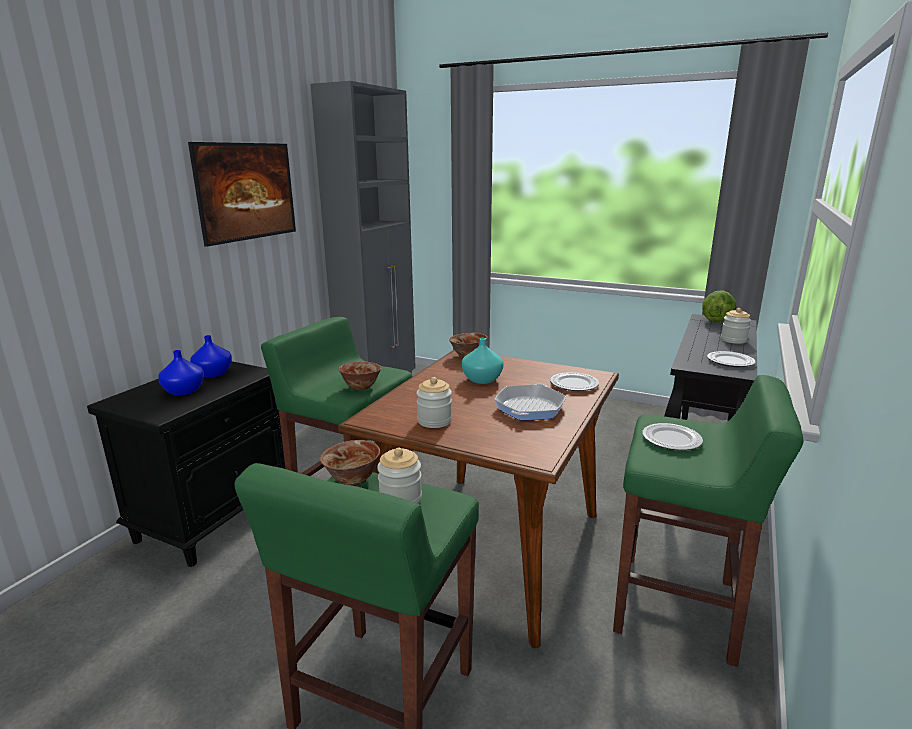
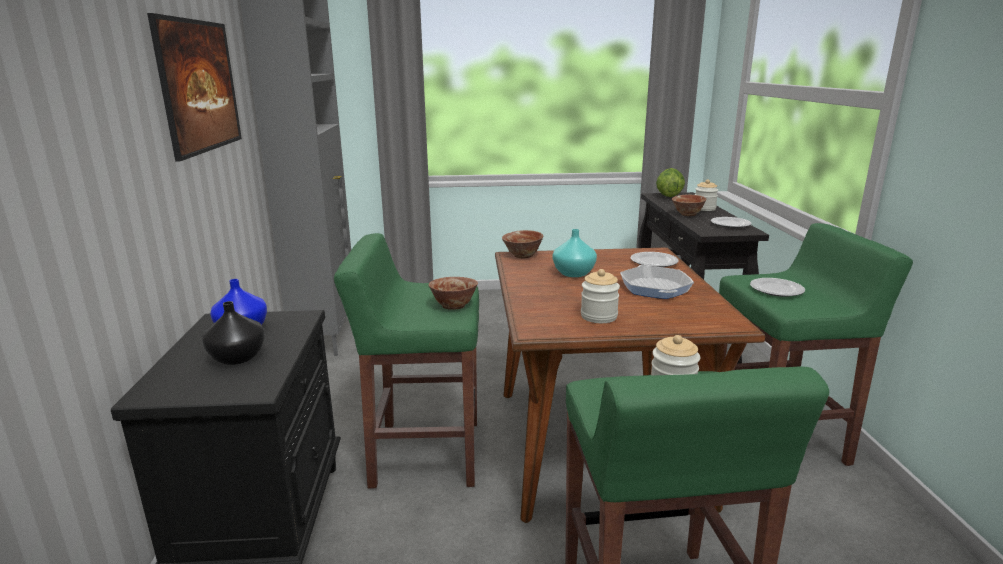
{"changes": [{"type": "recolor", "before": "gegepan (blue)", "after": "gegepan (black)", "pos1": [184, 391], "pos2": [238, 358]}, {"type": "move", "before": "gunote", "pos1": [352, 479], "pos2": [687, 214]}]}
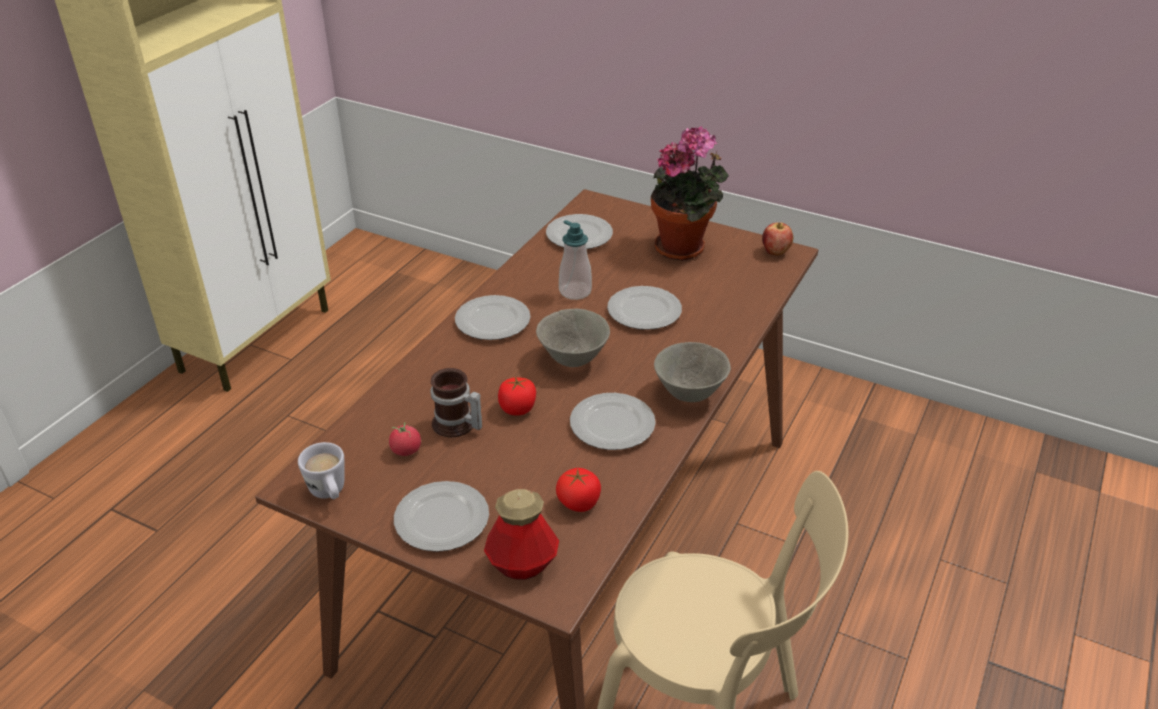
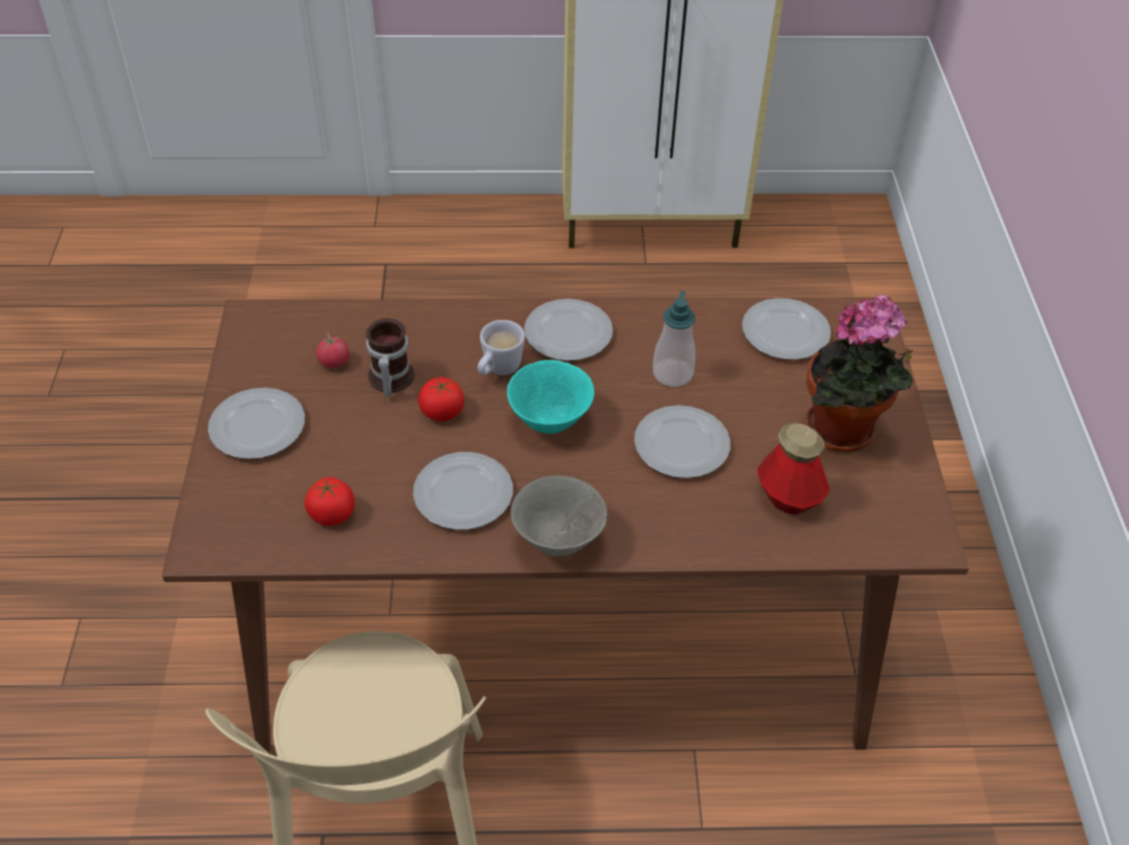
{"changes": [{"type": "delete", "before": "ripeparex", "pos1": [775, 252]}, {"type": "recolor", "before": "gunote (grey)", "after": "gunote (turquoise)", "pos1": [573, 360], "pos2": [549, 421]}, {"type": "move", "before": "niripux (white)", "pos1": [329, 494], "pos2": [498, 370]}, {"type": "move", "before": "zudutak", "pos1": [522, 564], "pos2": [788, 497]}]}
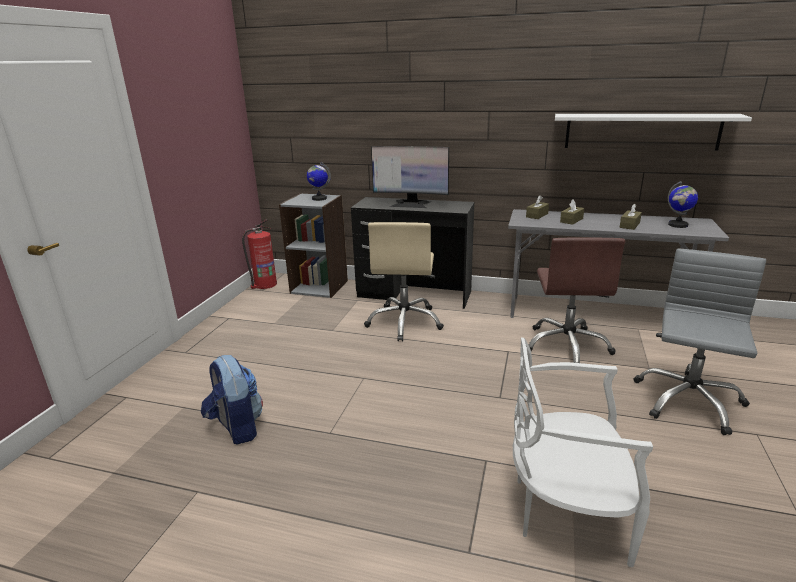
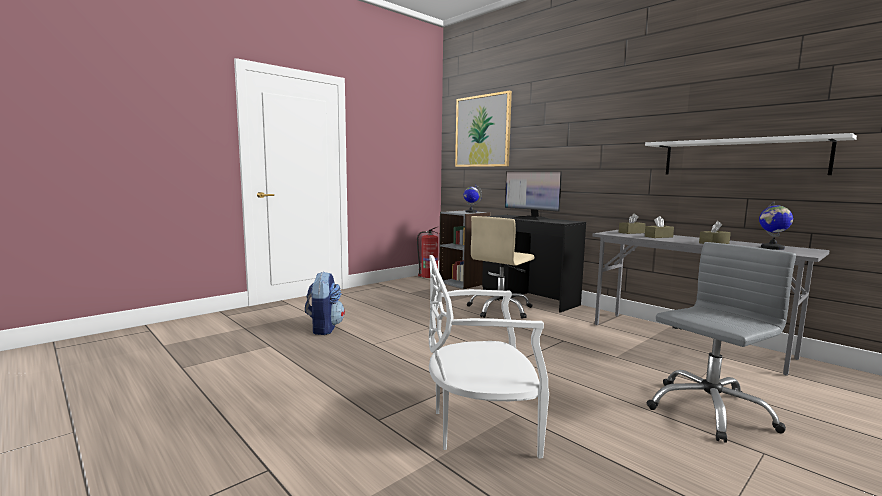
{"changes": [{"type": "delete", "before": "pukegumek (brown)", "pos1": [567, 346]}, {"type": "rotate", "before": "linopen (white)", "pos1": [565, 510], "pos2": [480, 427], "turn": -45}, {"type": "insert", "after": "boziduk", "pos2": [482, 131]}]}
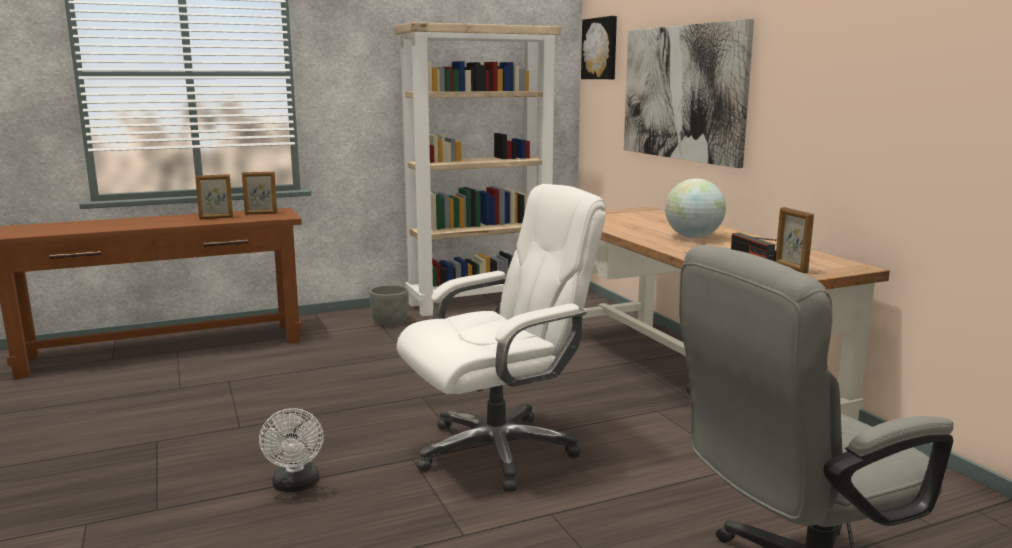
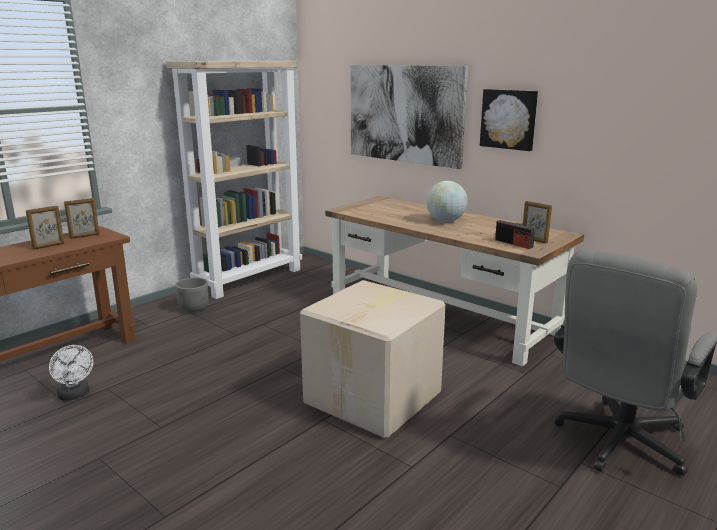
{"changes": [{"type": "move", "before": "boziduk", "pos1": [601, 48], "pos2": [509, 119]}, {"type": "replace", "before": "pukegumek (white)", "after": "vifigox", "pos1": [497, 450], "pos2": [375, 398]}, {"type": "move", "before": "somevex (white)", "pos1": [296, 486], "pos2": [75, 395]}]}
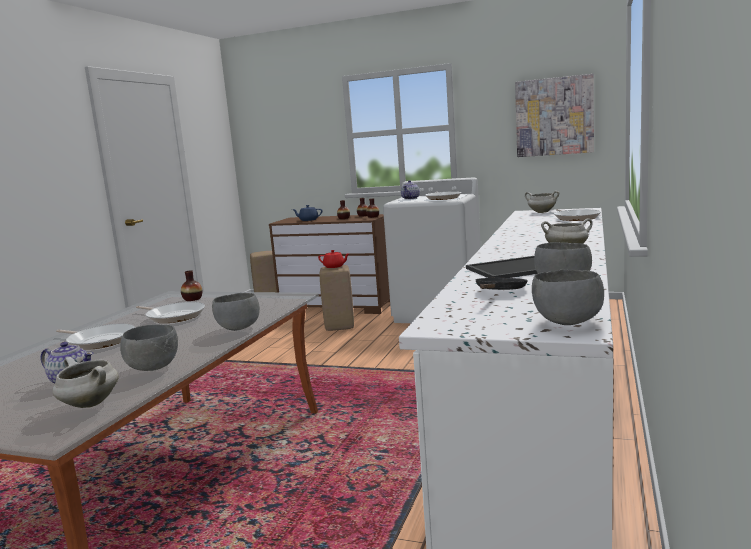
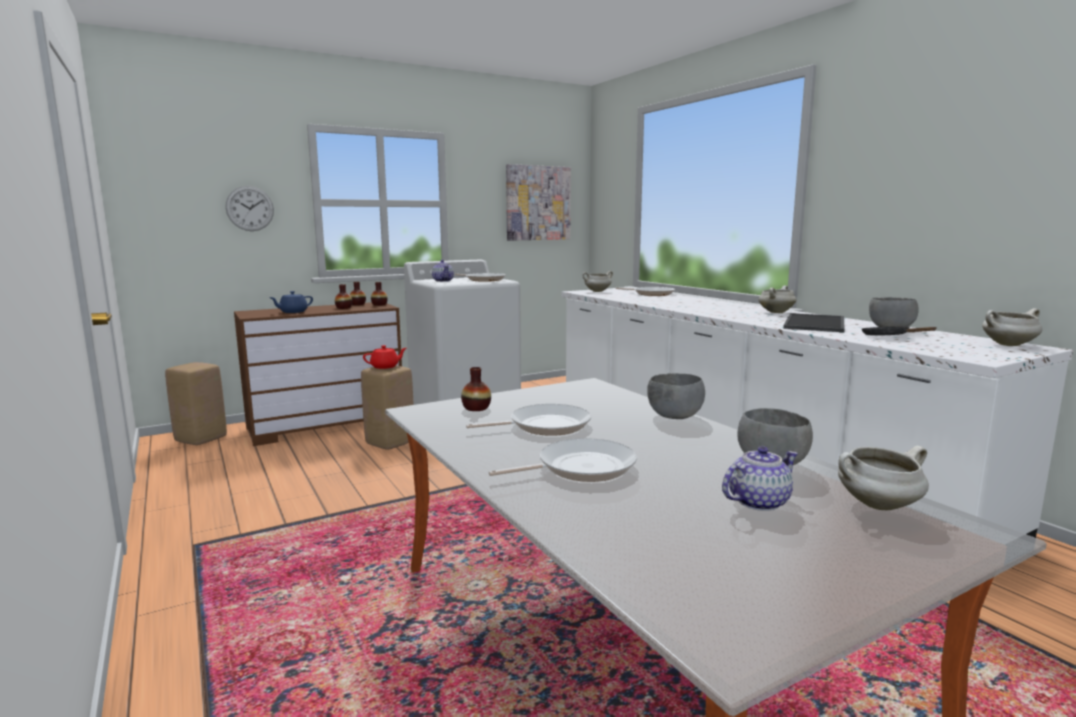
{"changes": [{"type": "replace", "before": "gunote (grey)", "after": "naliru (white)", "pos1": [566, 322], "pos2": [1008, 345]}, {"type": "insert", "after": "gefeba", "pos2": [250, 208]}]}
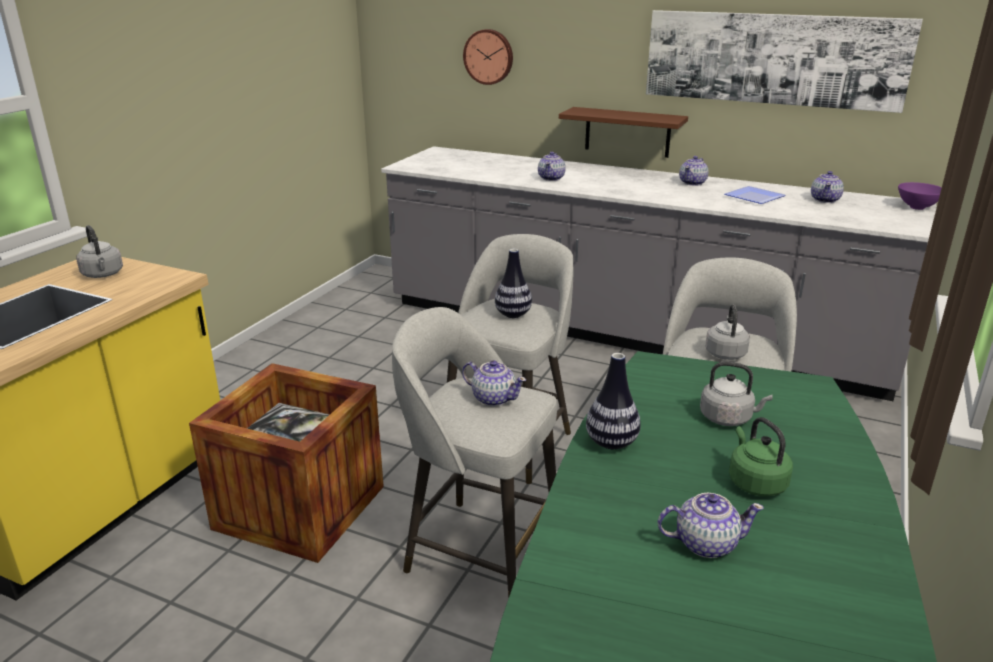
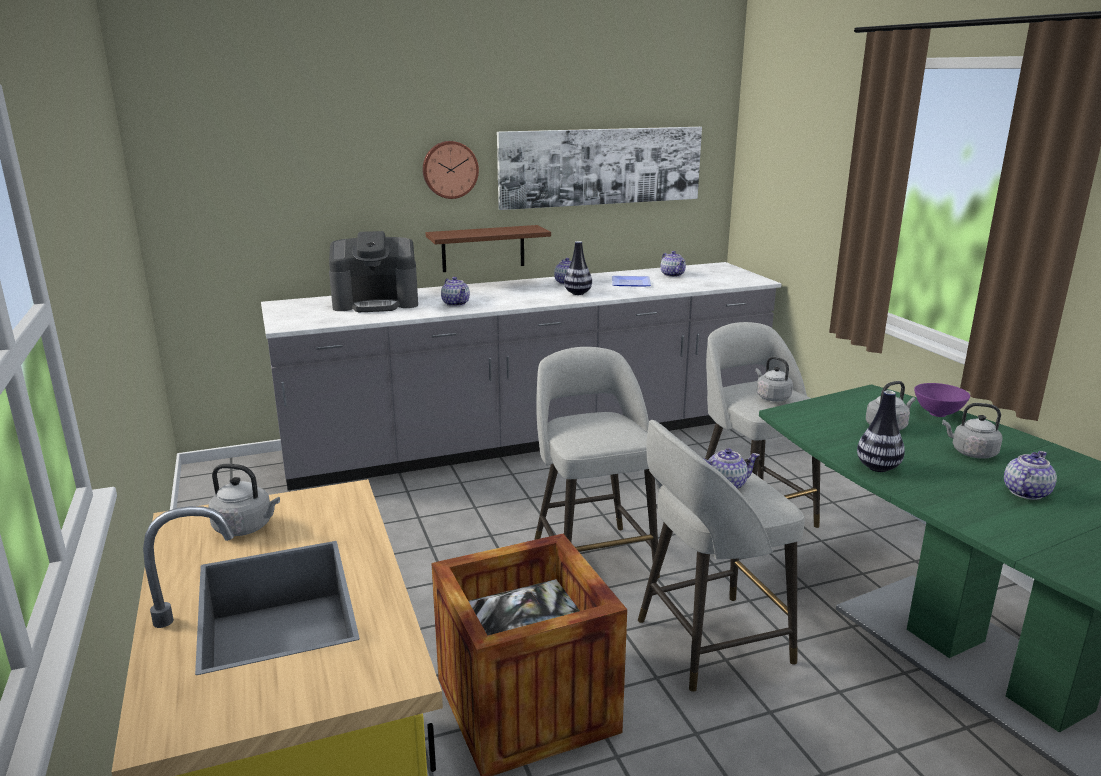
{"changes": [{"type": "move", "before": "gefeba", "pos1": [489, 56], "pos2": [450, 169]}, {"type": "move", "before": "gunote (purple)", "pos1": [917, 208], "pos2": [938, 414]}, {"type": "move", "before": "gegepan", "pos1": [513, 315], "pos2": [578, 293]}, {"type": "recolor", "before": "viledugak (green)", "after": "viledugak (grey)", "pos1": [755, 482], "pos2": [971, 453]}, {"type": "insert", "after": "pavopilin", "pos2": [376, 302]}]}
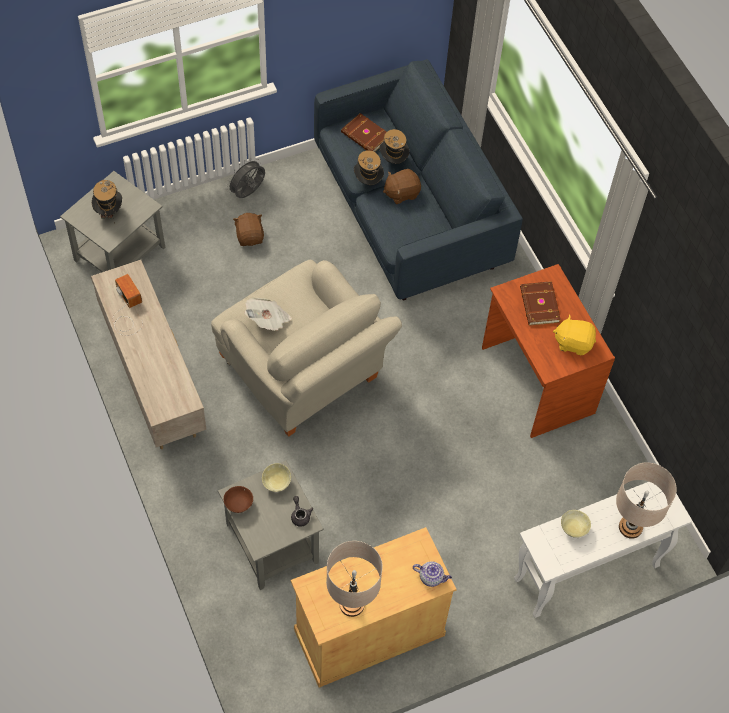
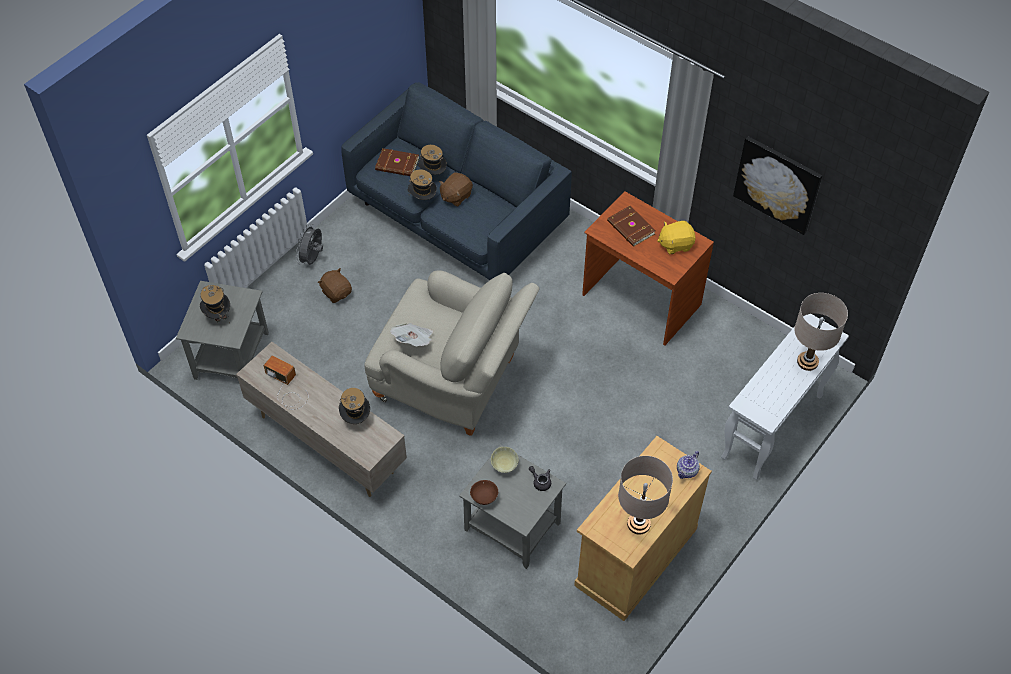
{"changes": [{"type": "delete", "before": "gunote (beige)", "pos1": [574, 529]}, {"type": "rotate", "before": "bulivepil", "pos1": [431, 577], "pos2": [687, 471], "turn": 135}, {"type": "insert", "after": "boziduk", "pos2": [777, 184]}, {"type": "insert", "after": "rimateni", "pos2": [356, 418]}]}
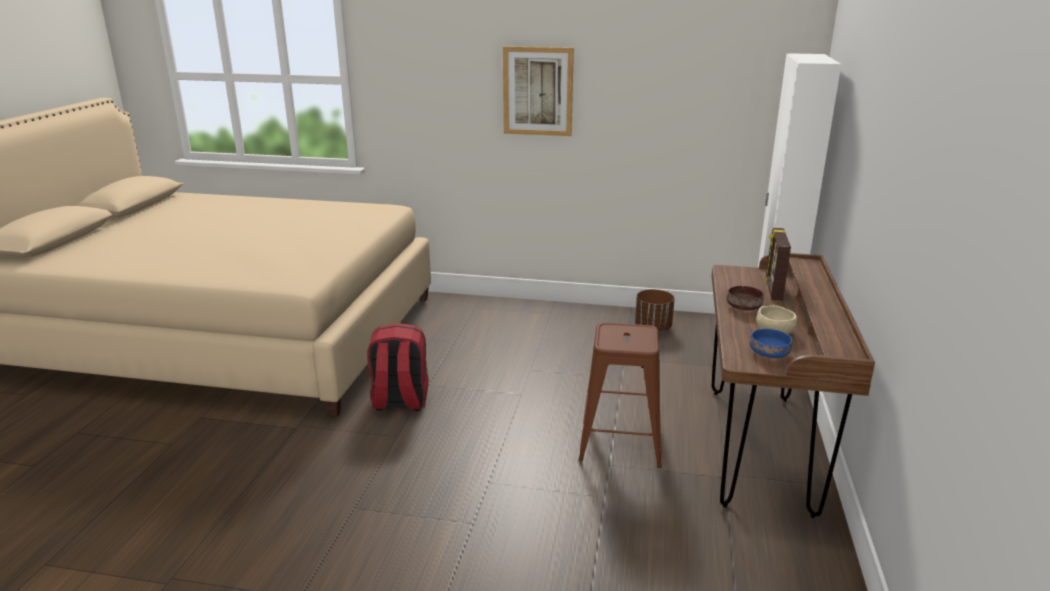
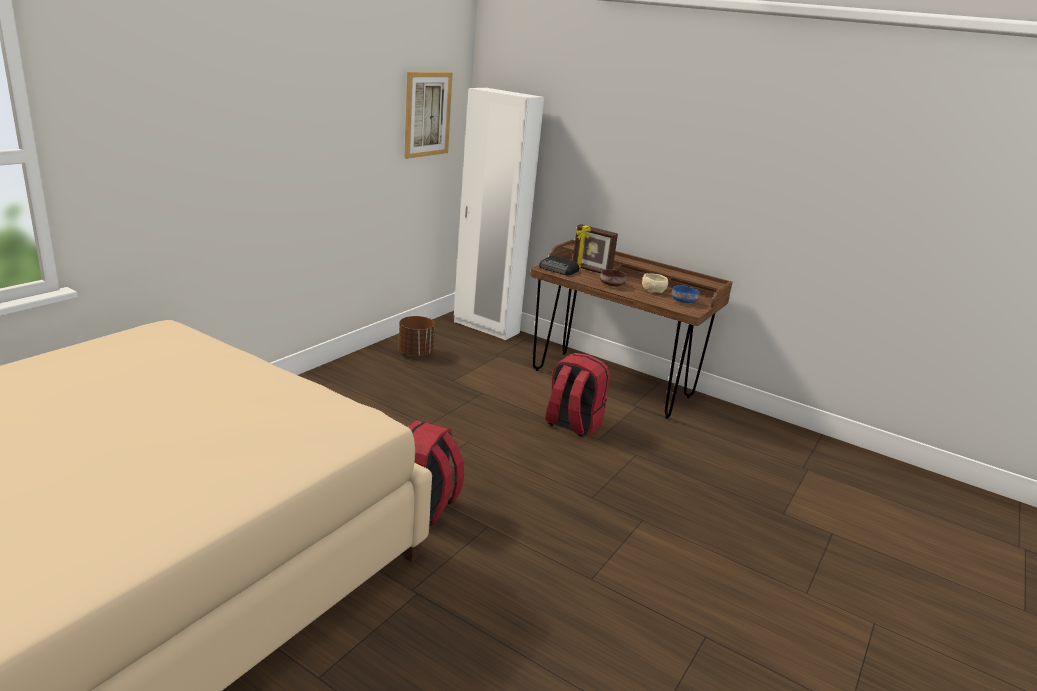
{"changes": [{"type": "move", "before": "boziduk", "pos1": [537, 91], "pos2": [427, 114]}, {"type": "replace", "before": "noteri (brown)", "after": "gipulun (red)", "pos1": [621, 441], "pos2": [572, 424]}, {"type": "insert", "after": "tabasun", "pos2": [559, 269]}]}
